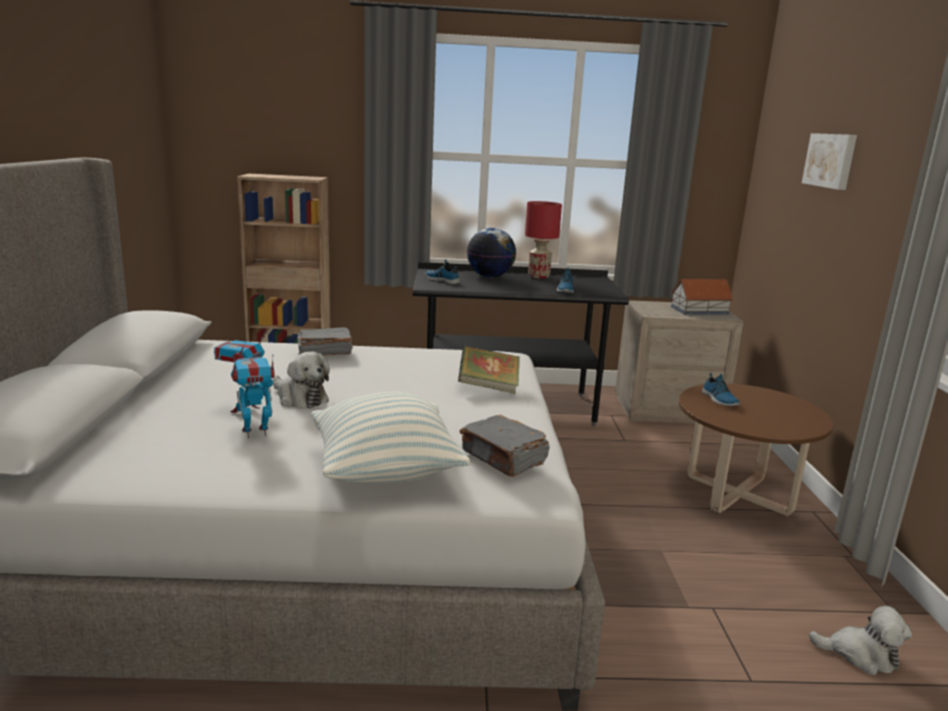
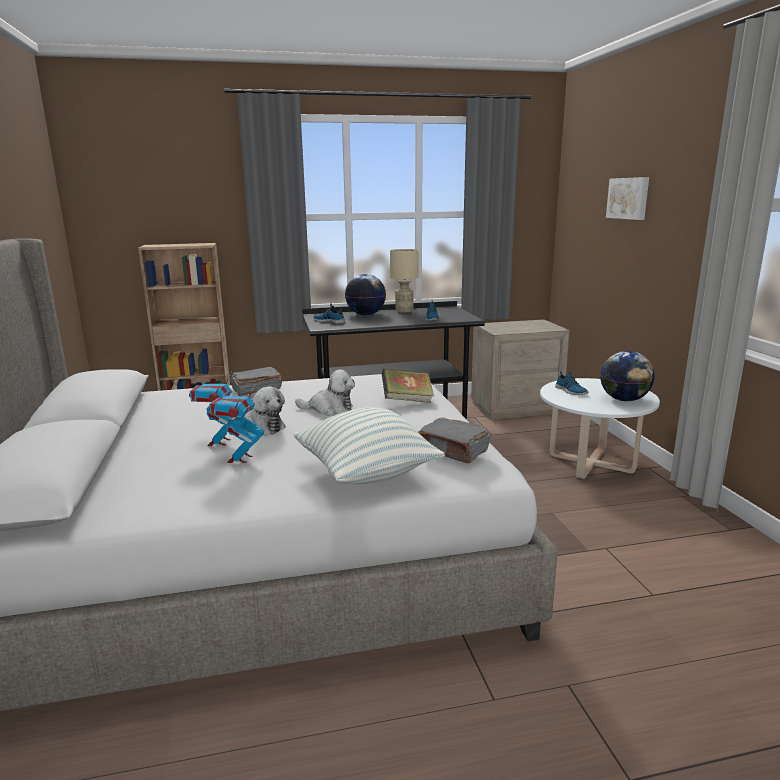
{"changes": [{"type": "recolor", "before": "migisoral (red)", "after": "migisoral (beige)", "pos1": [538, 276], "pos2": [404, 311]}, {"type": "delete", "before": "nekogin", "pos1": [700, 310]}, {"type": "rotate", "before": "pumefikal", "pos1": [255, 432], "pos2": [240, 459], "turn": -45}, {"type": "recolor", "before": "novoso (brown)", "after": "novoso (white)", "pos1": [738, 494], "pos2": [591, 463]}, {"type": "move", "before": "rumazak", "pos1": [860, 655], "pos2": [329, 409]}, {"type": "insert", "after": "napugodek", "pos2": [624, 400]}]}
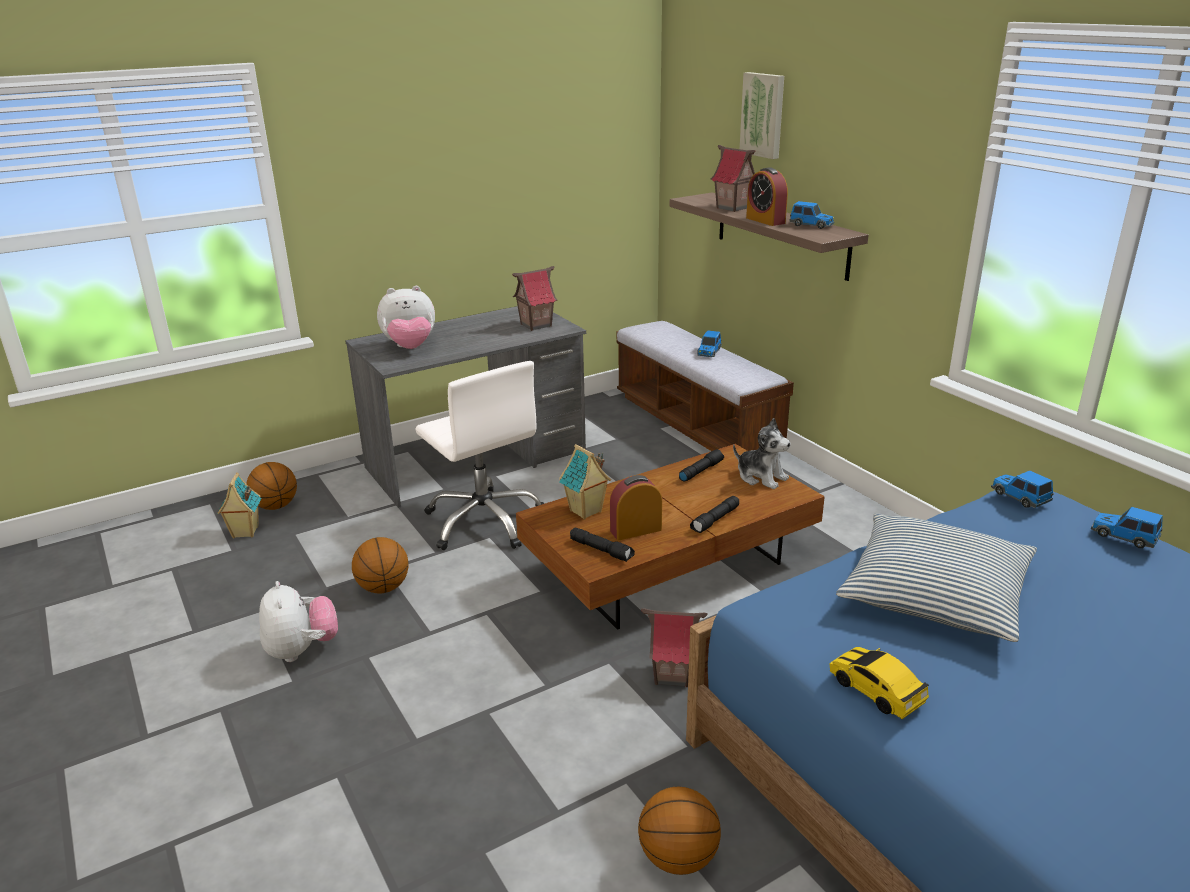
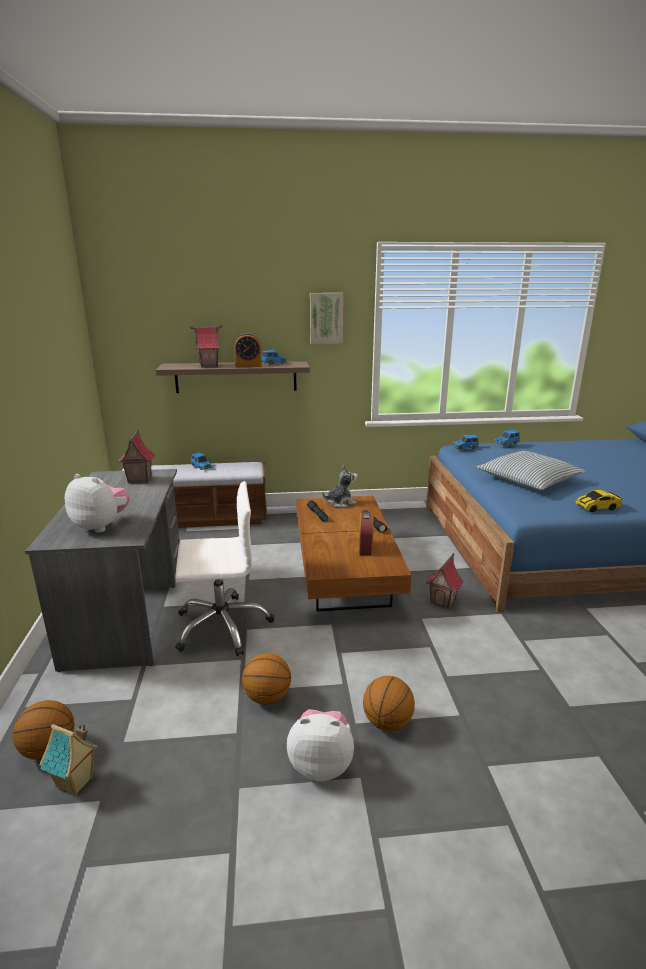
{"changes": [{"type": "move", "before": "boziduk", "pos1": [763, 115], "pos2": [326, 318]}, {"type": "rotate", "before": "rumazak", "pos1": [410, 348], "pos2": [101, 526], "turn": -75}, {"type": "delete", "before": "nekogin", "pos1": [586, 512]}, {"type": "delete", "before": "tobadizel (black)", "pos1": [602, 550]}, {"type": "move", "before": "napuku", "pos1": [677, 857], "pos2": [387, 722]}]}
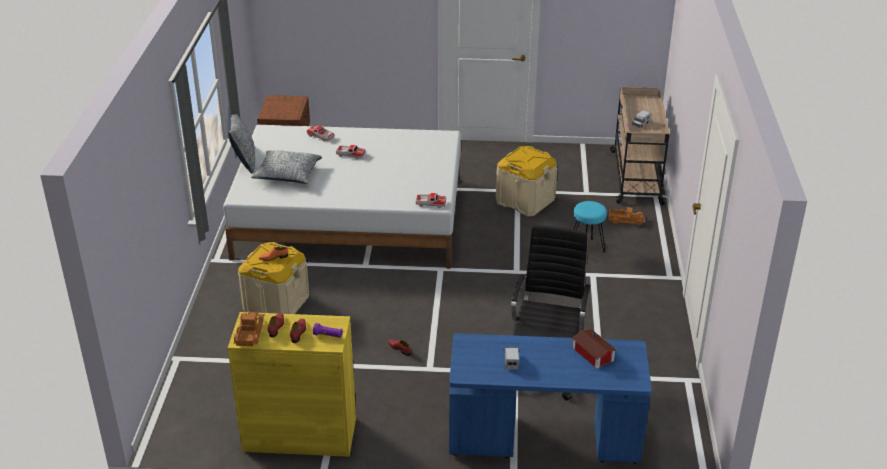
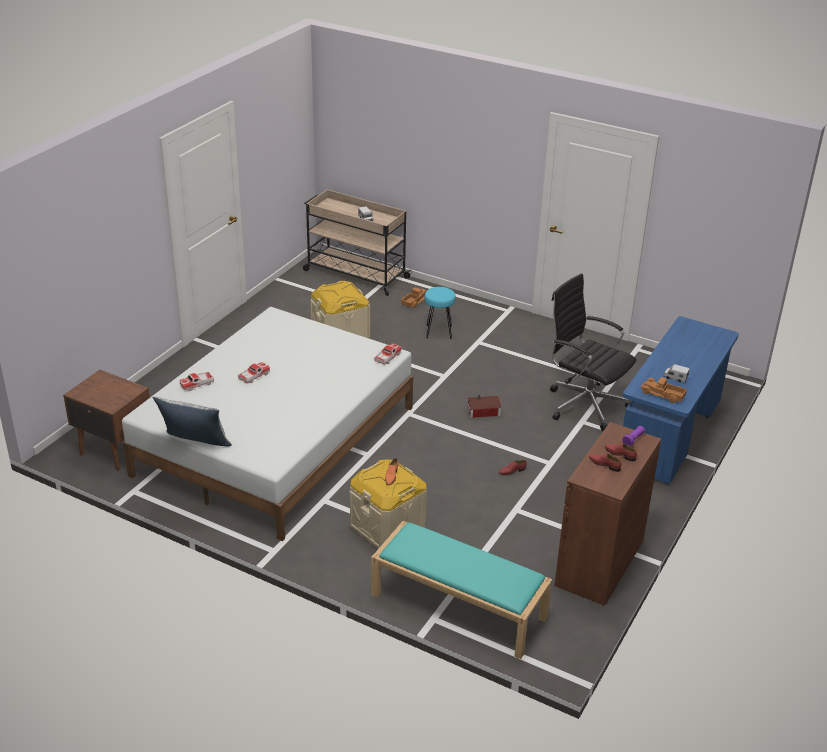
{"changes": [{"type": "delete", "before": "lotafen", "pos1": [287, 175]}, {"type": "recolor", "before": "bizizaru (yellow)", "after": "bizizaru (brown)", "pos1": [299, 435], "pos2": [599, 563]}, {"type": "move", "before": "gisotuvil", "pos1": [249, 333], "pos2": [662, 395]}, {"type": "move", "before": "nekogin", "pos1": [593, 355], "pos2": [484, 412]}, {"type": "insert", "after": "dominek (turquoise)", "pos2": [457, 606]}]}
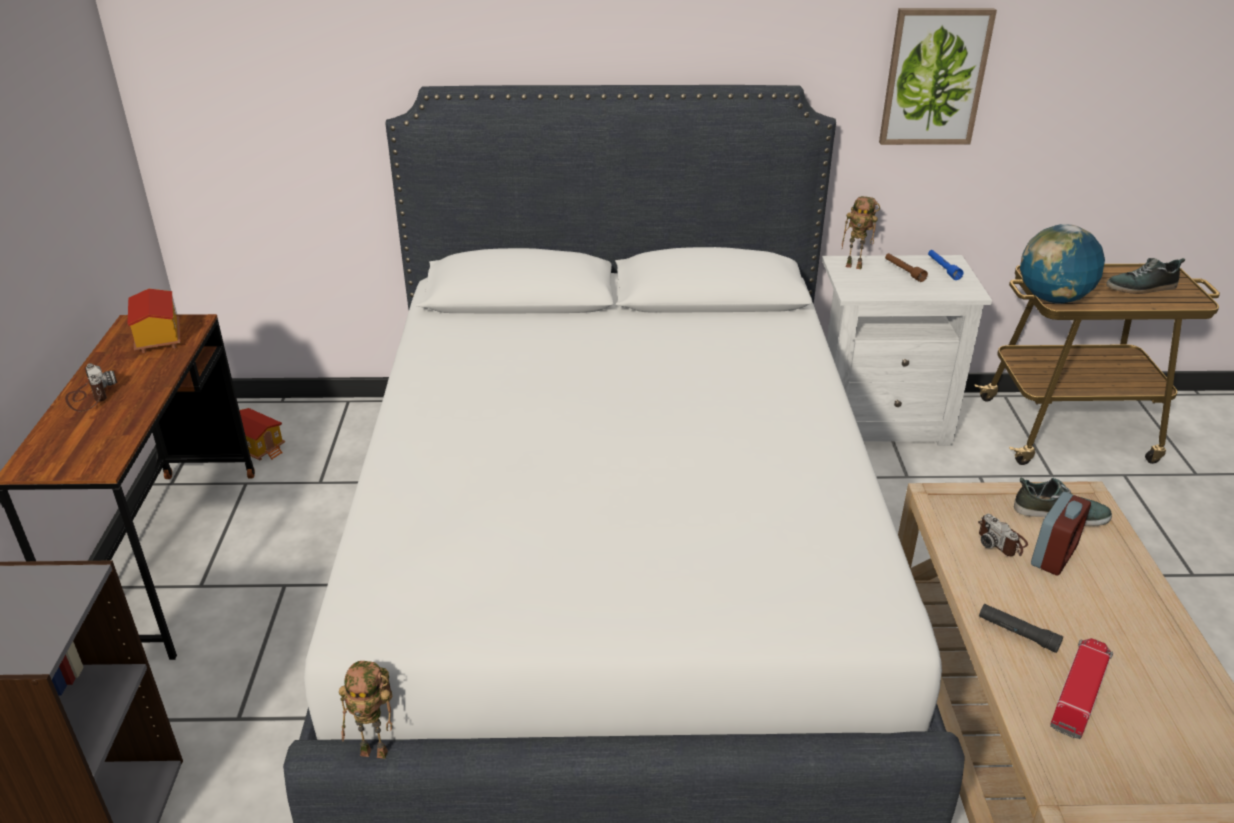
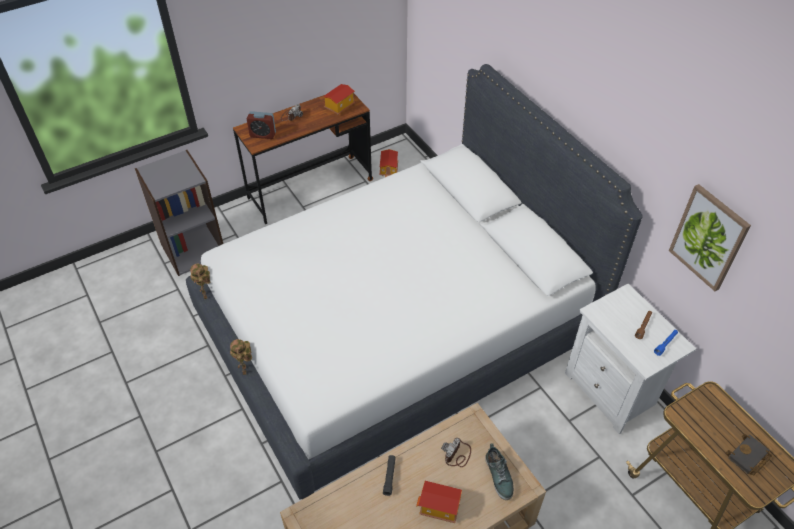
{"changes": [{"type": "move", "before": "pumefikal", "pos1": [855, 266], "pos2": [245, 370]}, {"type": "delete", "before": "napugodek", "pos1": [1052, 299]}, {"type": "replace", "before": "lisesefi", "after": "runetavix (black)", "pos1": [1142, 287], "pos2": [748, 457]}, {"type": "move", "before": "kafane", "pos1": [1053, 556], "pos2": [263, 135]}, {"type": "delete", "before": "gisotuvil", "pos1": [1079, 692]}, {"type": "insert", "after": "nekogin", "pos2": [439, 508]}]}
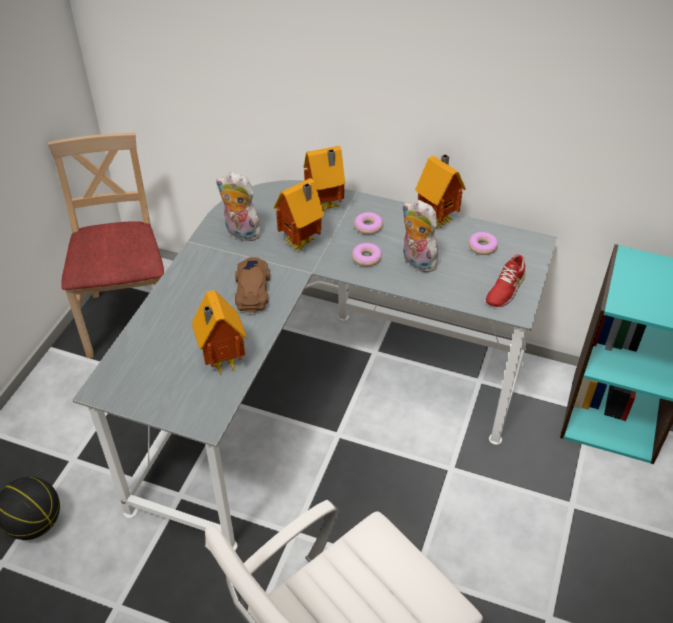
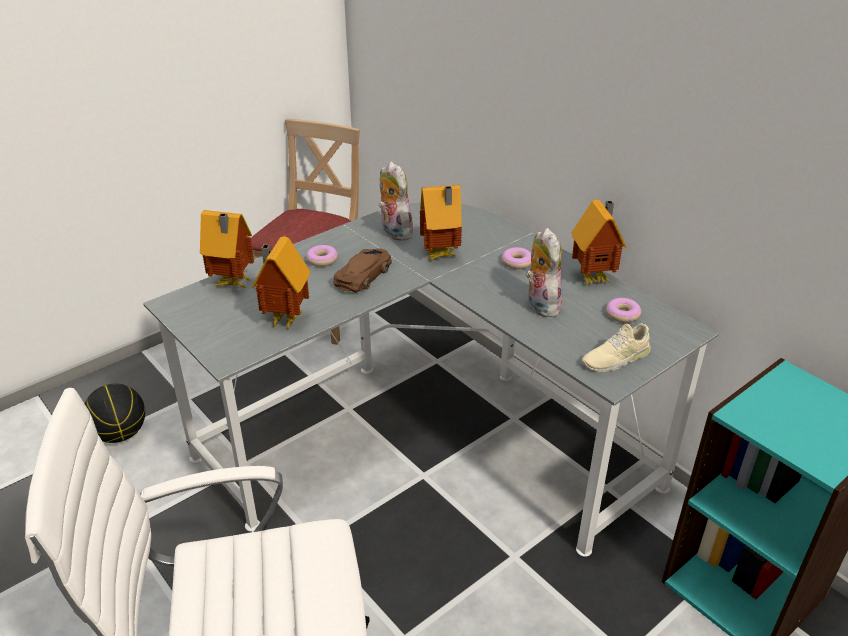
{"changes": [{"type": "move", "before": "nekogin", "pos1": [325, 207], "pos2": [232, 284]}, {"type": "move", "before": "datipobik", "pos1": [366, 258], "pos2": [322, 260]}, {"type": "recolor", "before": "lisesefi (red)", "after": "lisesefi (beige)", "pos1": [505, 288], "pos2": [615, 357]}]}
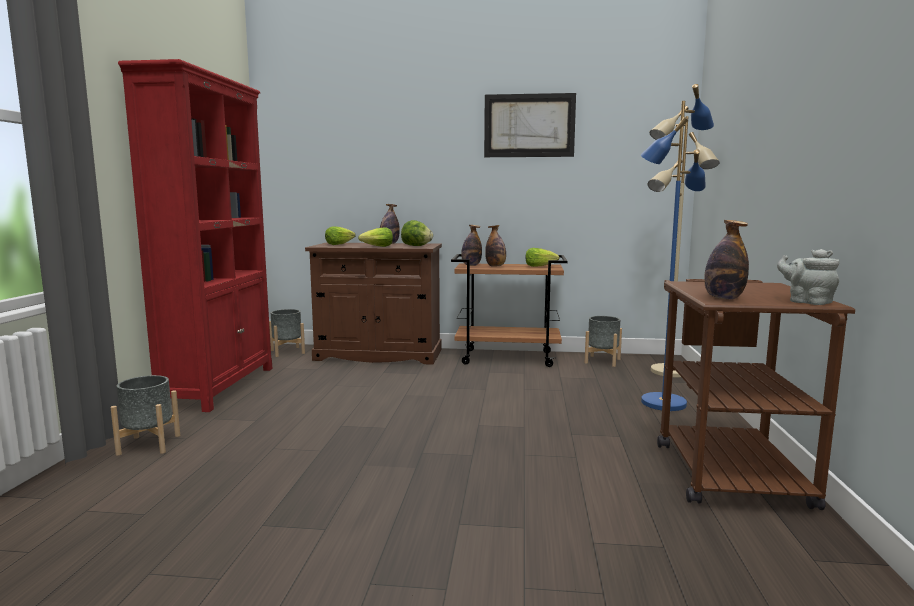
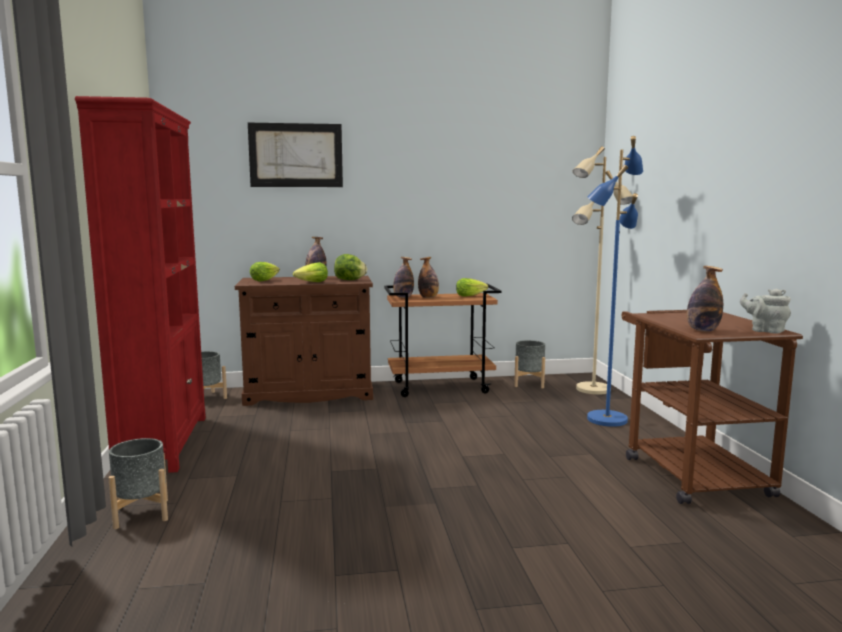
{"changes": [{"type": "move", "before": "boziduk", "pos1": [529, 125], "pos2": [296, 155]}]}
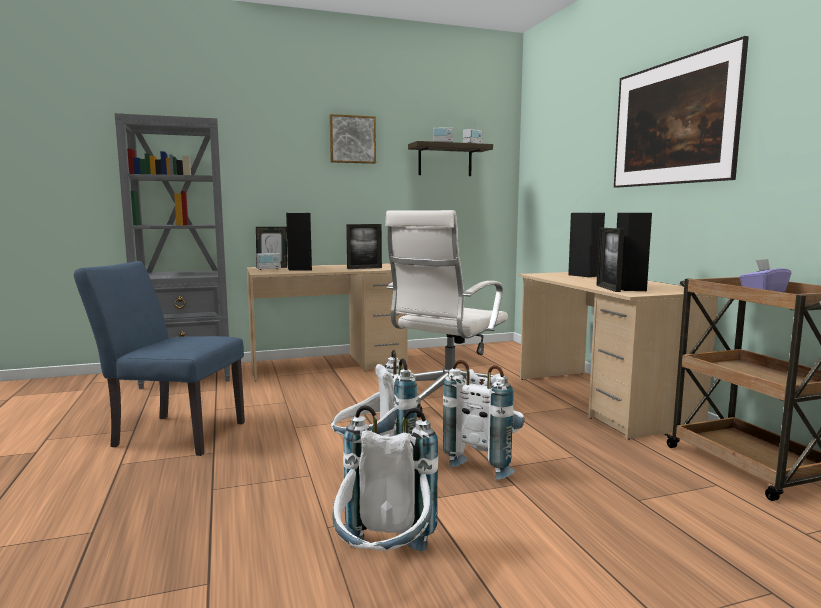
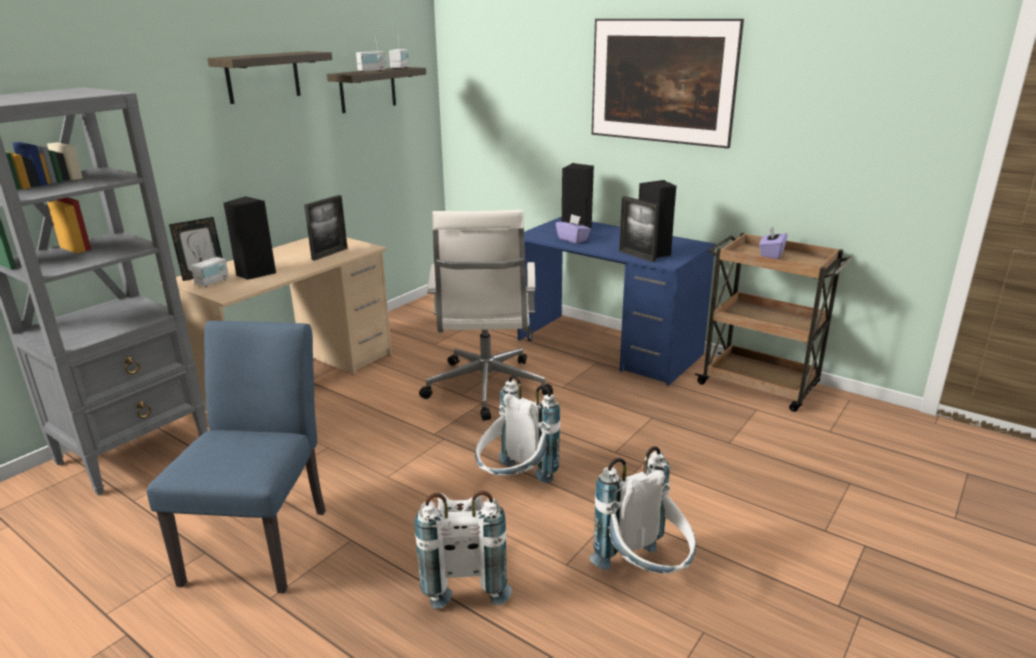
{"changes": [{"type": "replace", "before": "boziduk", "after": "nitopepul", "pos1": [352, 139], "pos2": [263, 77]}, {"type": "rotate", "before": "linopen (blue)", "pos1": [171, 433], "pos2": [263, 538], "turn": 120}, {"type": "recolor", "before": "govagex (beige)", "after": "govagex (blue)", "pos1": [601, 401], "pos2": [608, 348]}, {"type": "move", "before": "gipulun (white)", "pos1": [486, 461], "pos2": [464, 578]}, {"type": "insert", "after": "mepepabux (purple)", "pos2": [573, 239]}]}
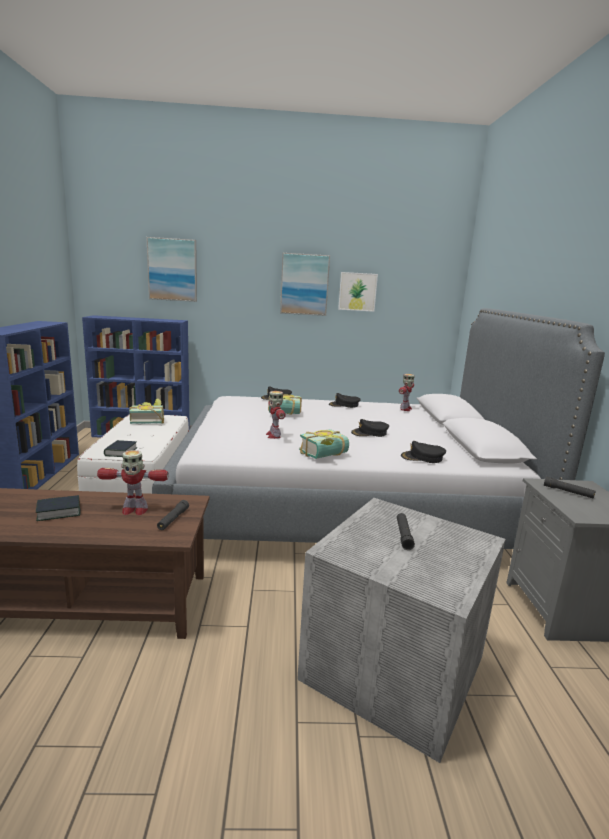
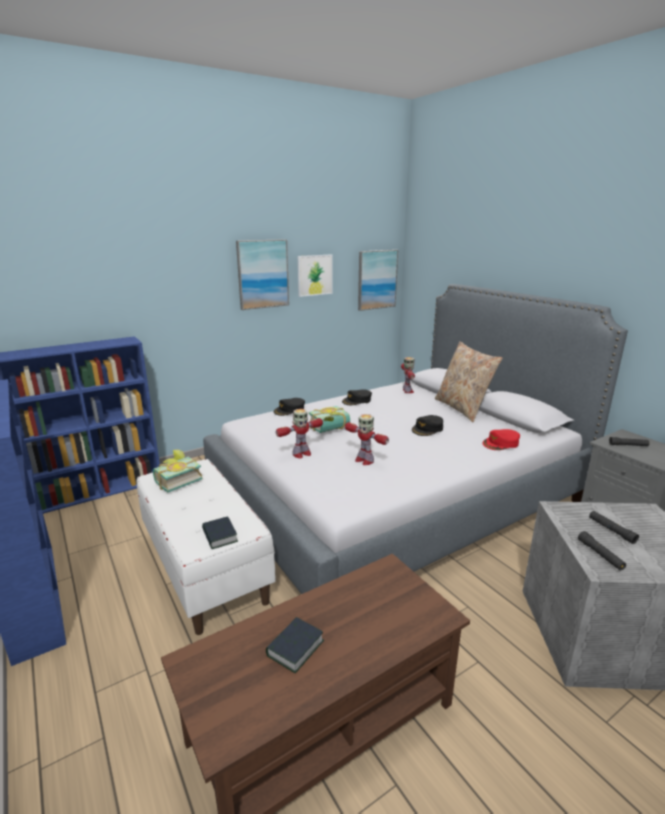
{"changes": [{"type": "move", "before": "boziduk", "pos1": [172, 270], "pos2": [376, 279]}, {"type": "delete", "before": "runetavix", "pos1": [326, 455]}, {"type": "recolor", "before": "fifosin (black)", "after": "fifosin (red)", "pos1": [422, 457], "pos2": [501, 443]}, {"type": "move", "before": "pumefikal", "pos1": [134, 510], "pos2": [301, 454]}, {"type": "move", "before": "tobadizel (black)", "pos1": [173, 519], "pos2": [600, 555]}, {"type": "insert", "after": "lotafen (beige)", "pos2": [462, 408]}]}
